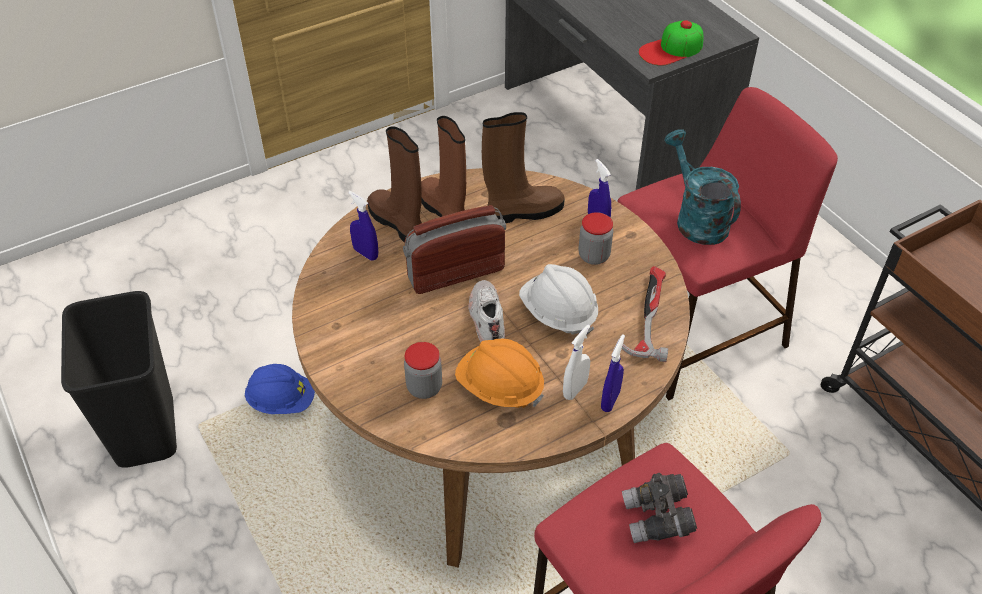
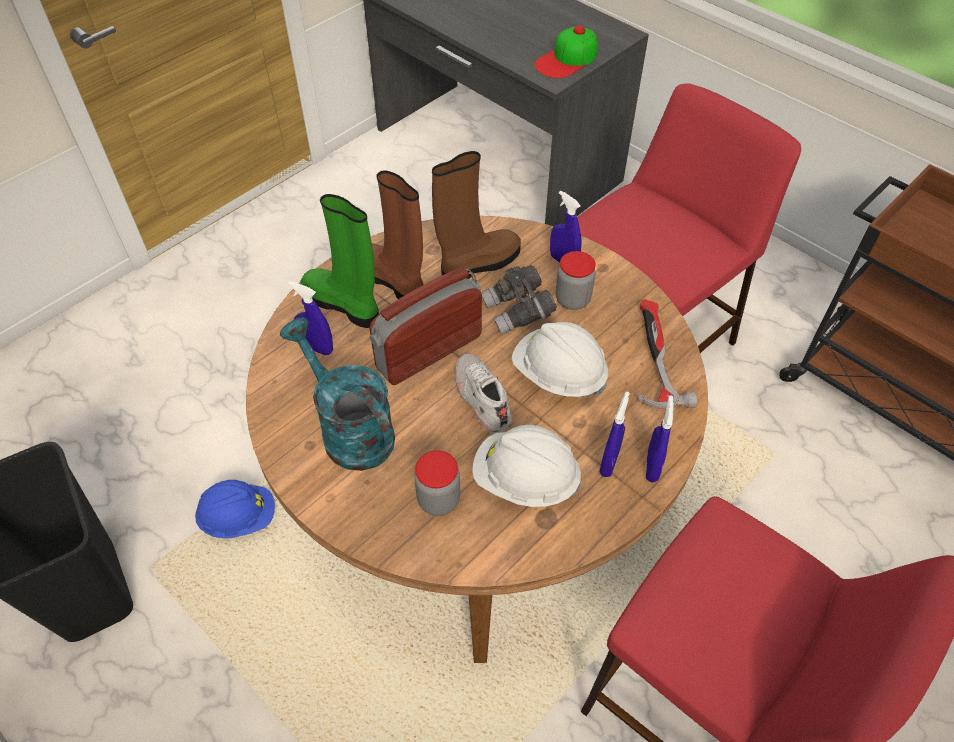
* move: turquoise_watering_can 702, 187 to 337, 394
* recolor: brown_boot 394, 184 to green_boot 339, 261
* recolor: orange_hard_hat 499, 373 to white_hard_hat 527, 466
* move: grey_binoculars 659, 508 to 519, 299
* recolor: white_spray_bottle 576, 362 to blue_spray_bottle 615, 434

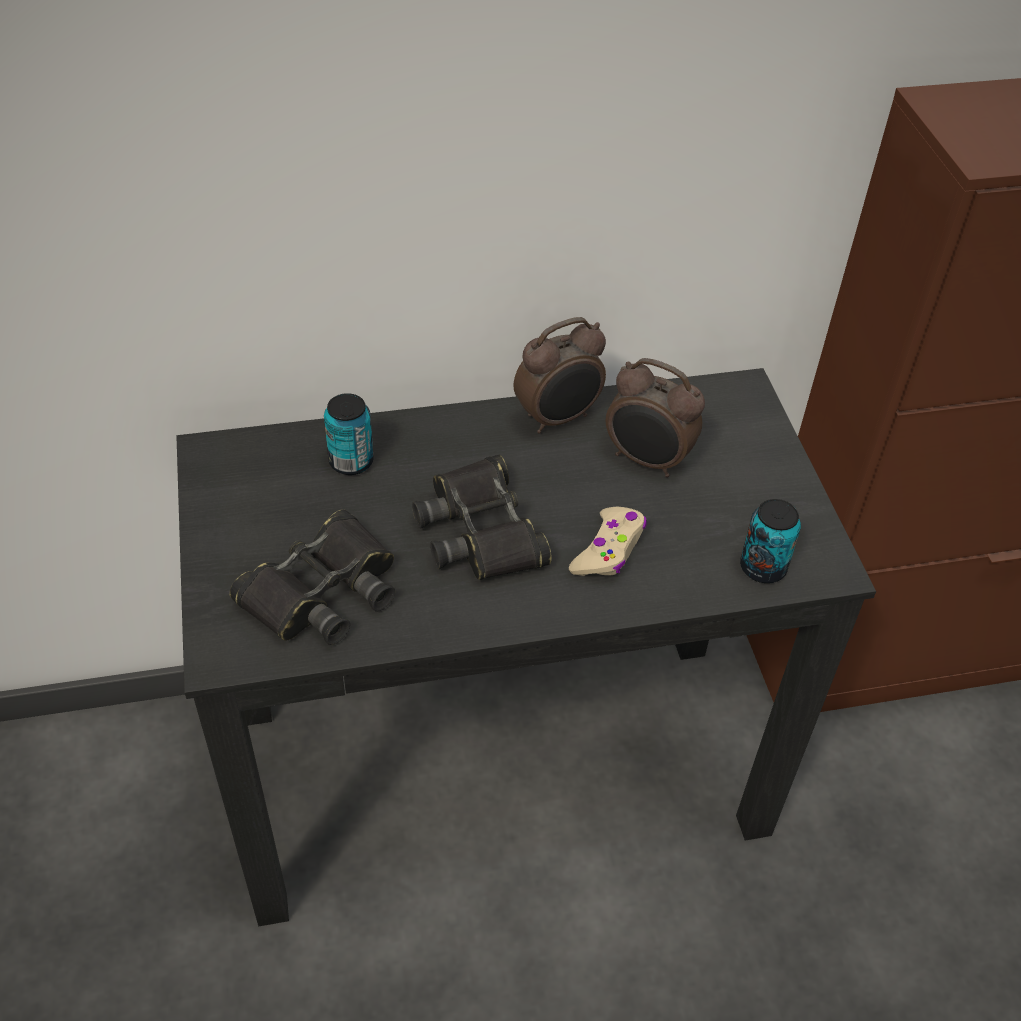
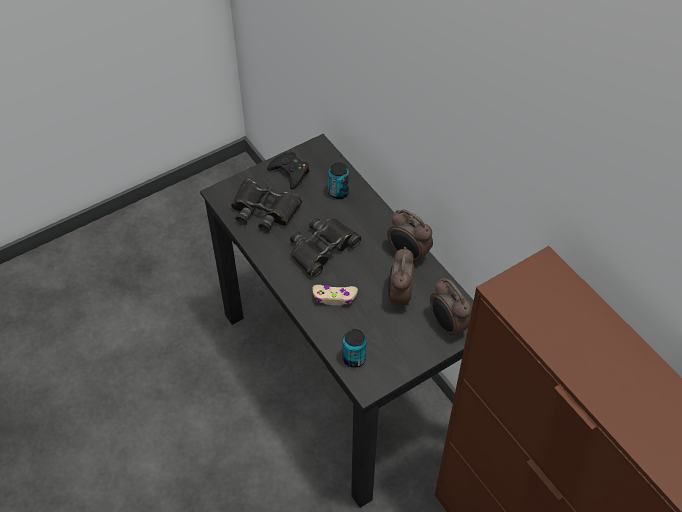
* insert: black_game_controller 288, 171
* insert: alarm_clock 451, 308

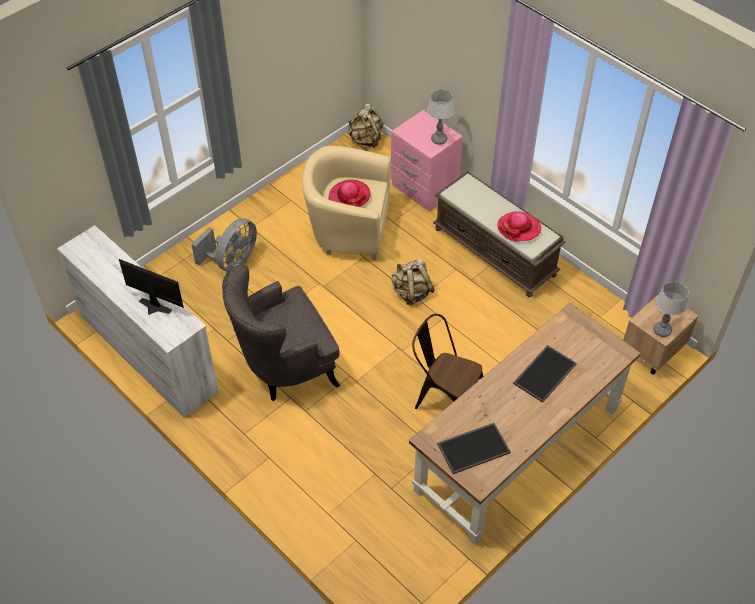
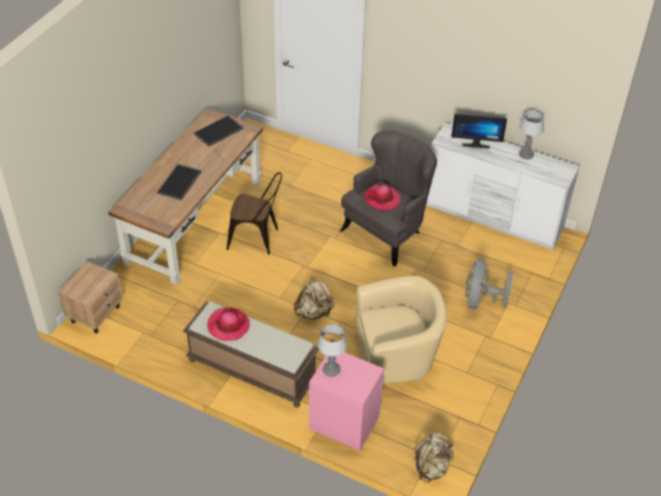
* move: hat 349, 193 to 382, 197
* move: table_lamp 670, 309 to 531, 134

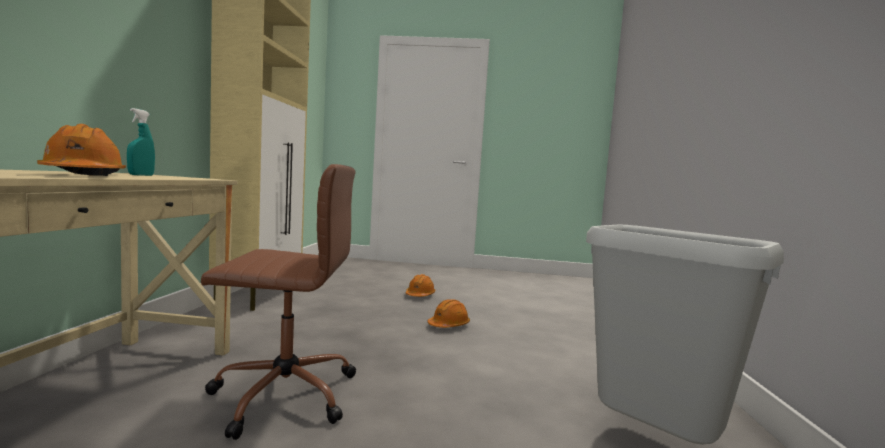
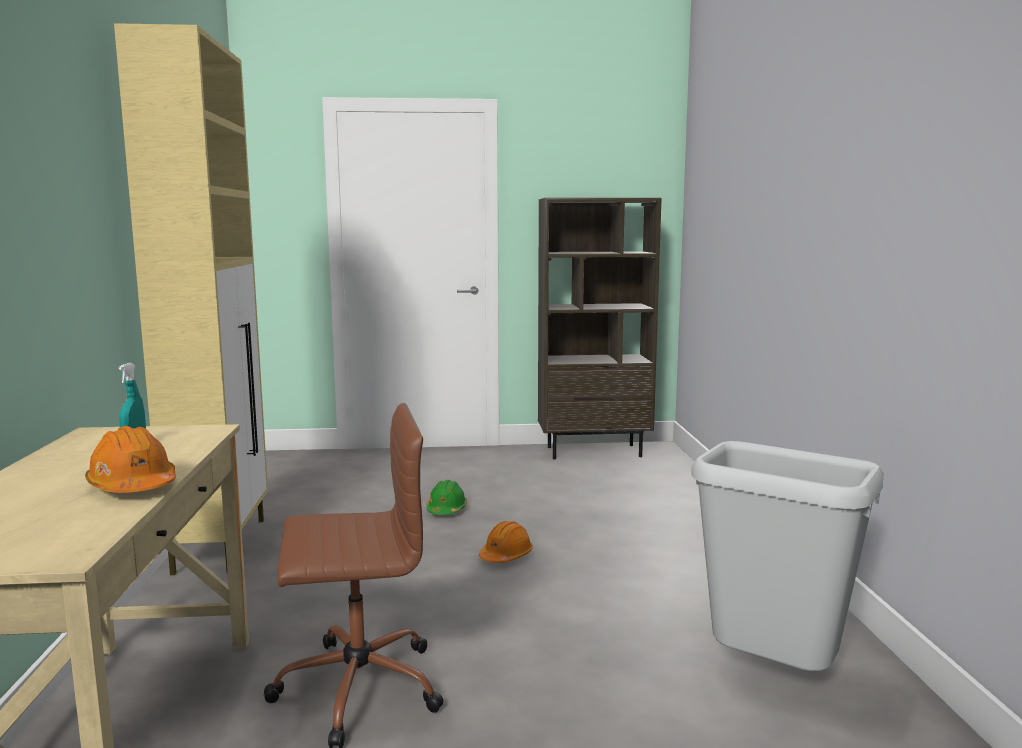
* recolor: orange_hard_hat 420, 285 to green_hard_hat 447, 497
* insert: brown_bookcase 600, 328

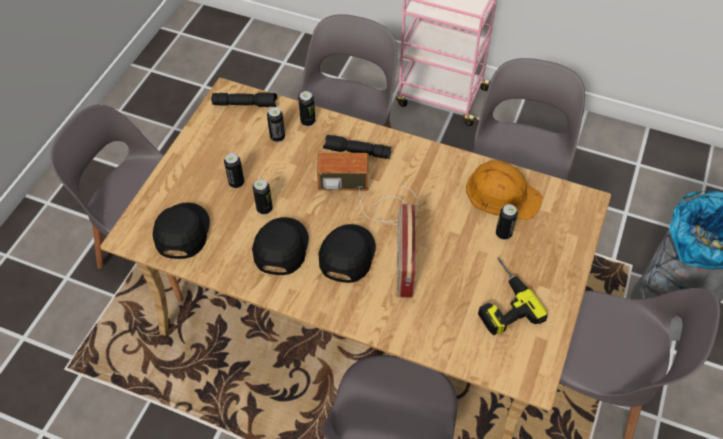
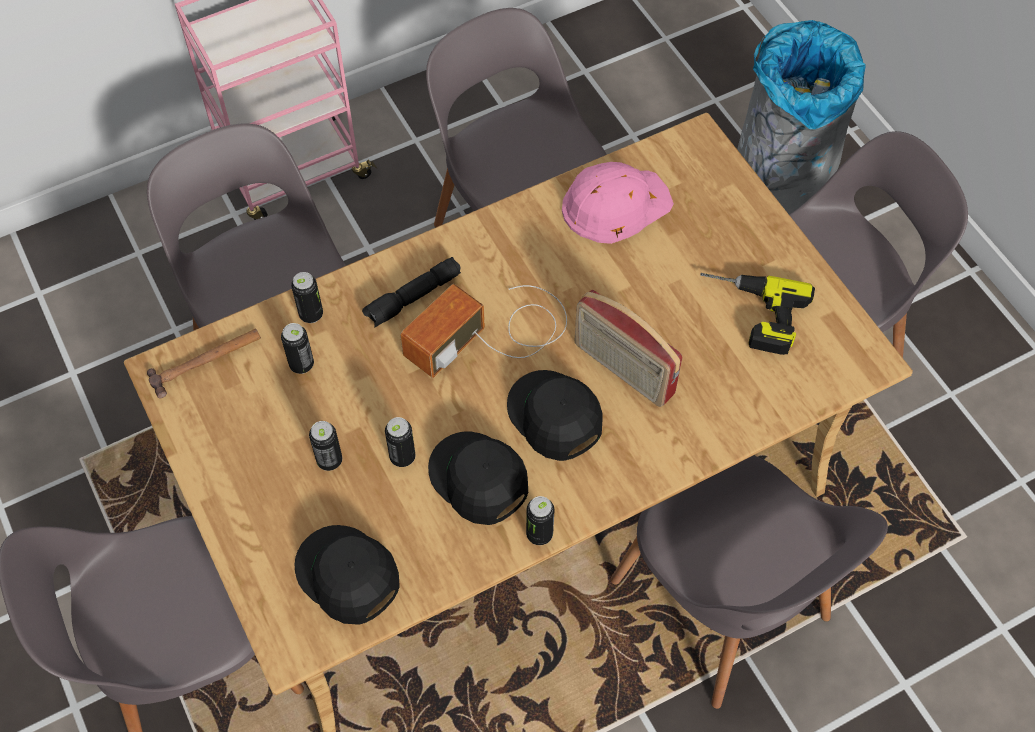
* replace: black_flashlight 244, 99 to hammer 204, 363
* move: can 507, 222 to 540, 520
* recolor: orange_hard_hat 504, 190 to pink_hard_hat 618, 203

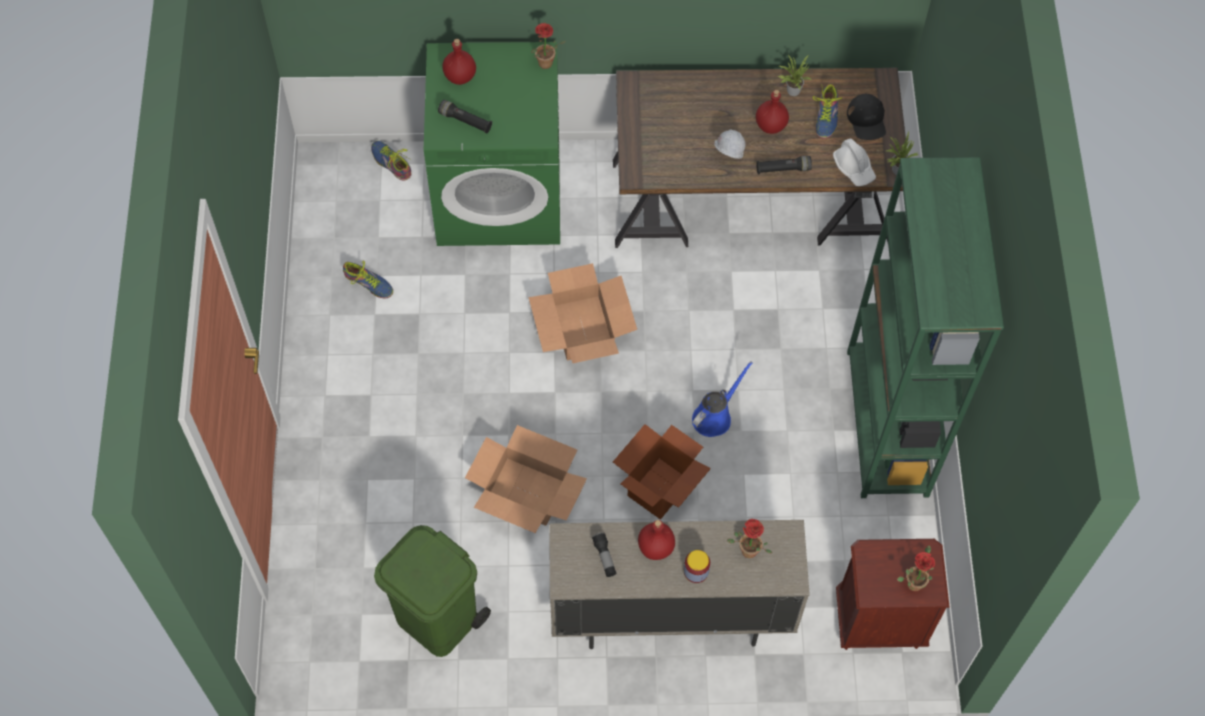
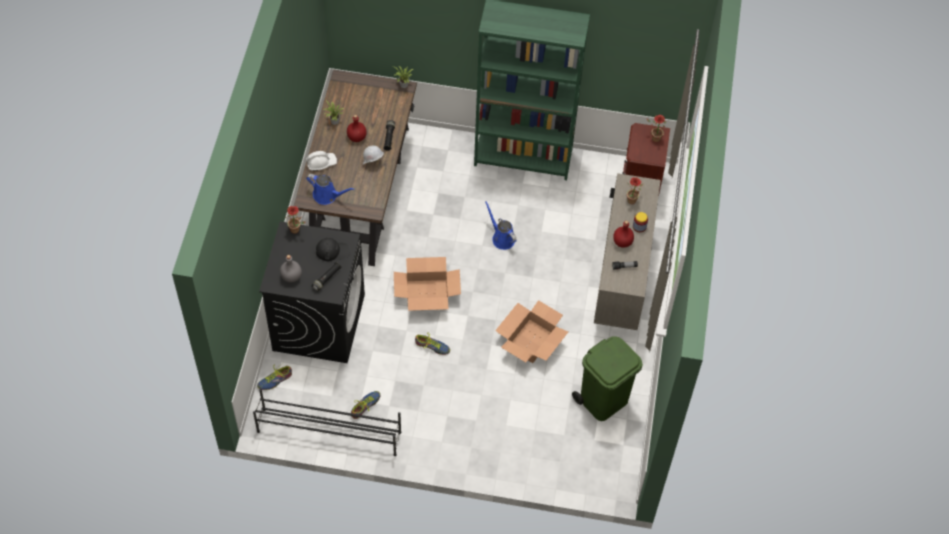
* insert: black_shoe_rack 327, 422
* recolor: green_washing_machine 492, 144 to black_washing_machine 312, 292
* recolor: red_bottle 459, 62 to grey_bottle 291, 269
* move: white_hard_hat 854, 162 to 321, 161
* insert: blue_watering_can 330, 189
* move: black_cap 866, 117 to 333, 249
* move: shoe 827, 111 to 432, 343
* delete: cardboard_box 662, 471

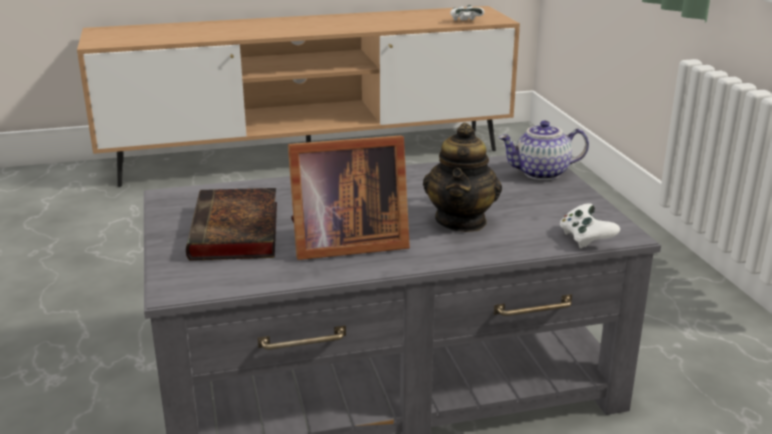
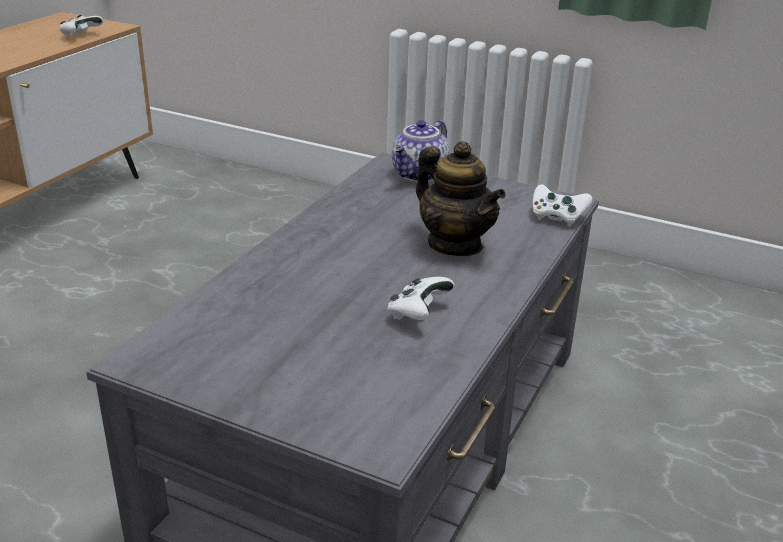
* replace: picture_frame 349, 197 to white_game_controller 421, 298
* delete: book 231, 224

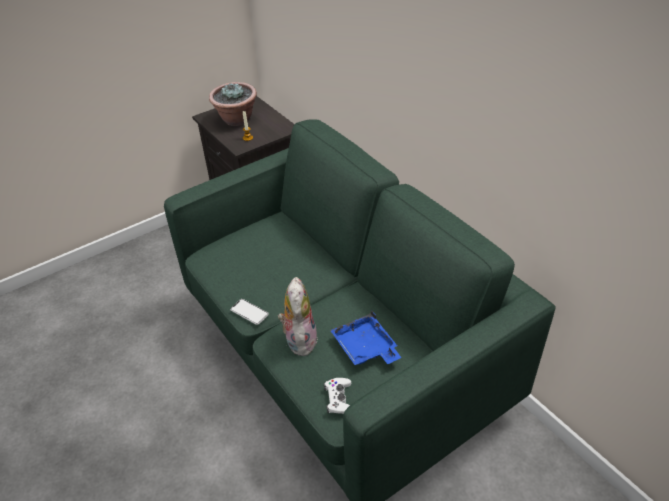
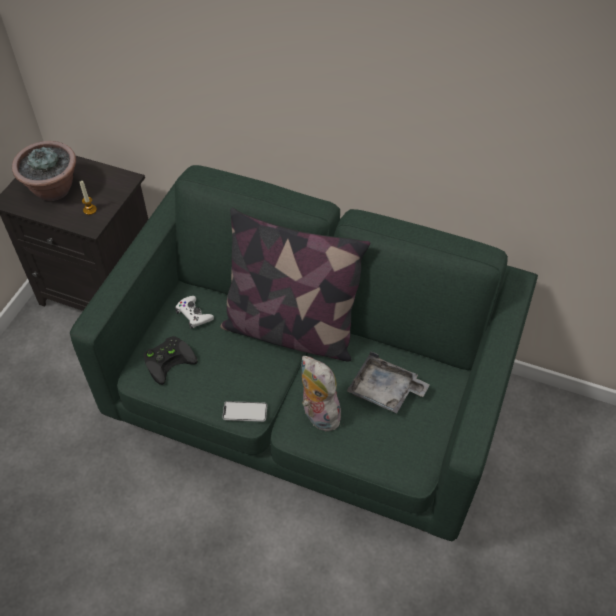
* insert: black_game_controller 171, 360
* move: white_game_controller 337, 396 to 194, 312
* insert: pillow 295, 285
* recolor: blue_tray 366, 338 to grey_tray 388, 382

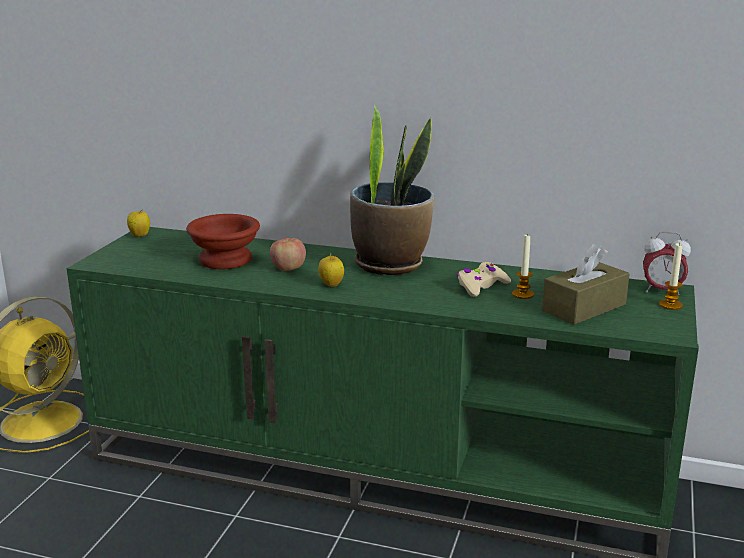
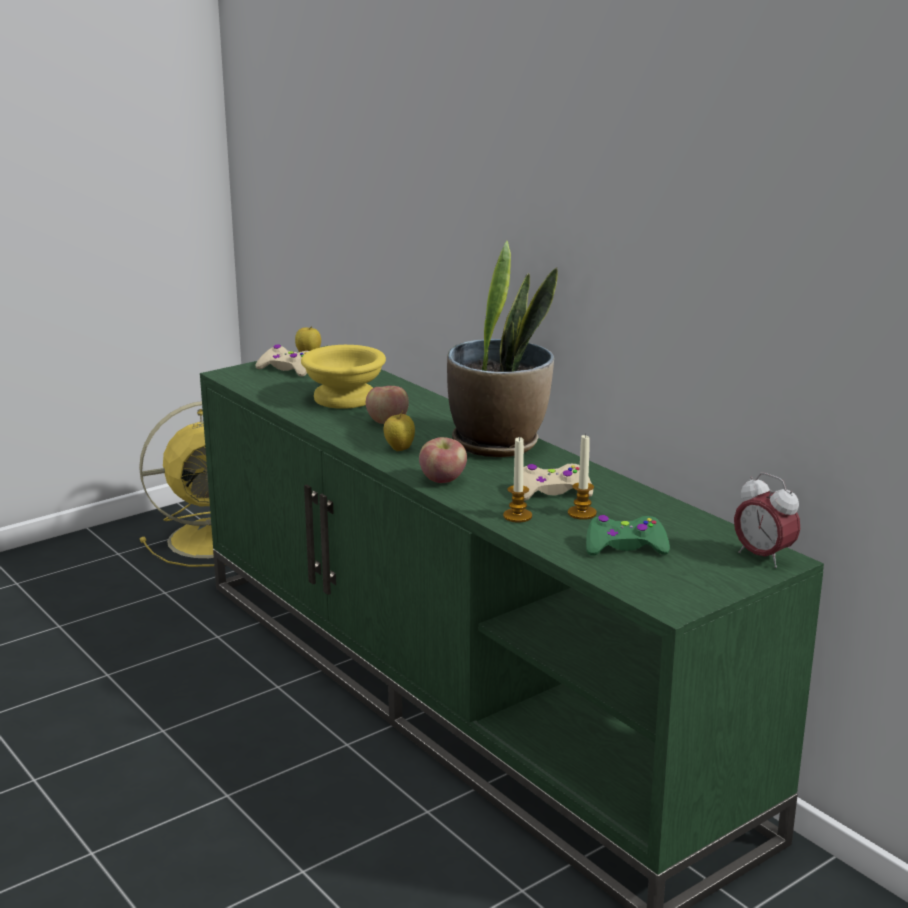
* insert: beige_game_controller 282, 360
* recolor: brown_bowl 223, 241 to yellow_bowl 343, 377
* insert: apple 443, 460
* move: candle 671, 276 to 517, 479
* replace: brown_tissue_box 585, 284 to green_game_controller 628, 535

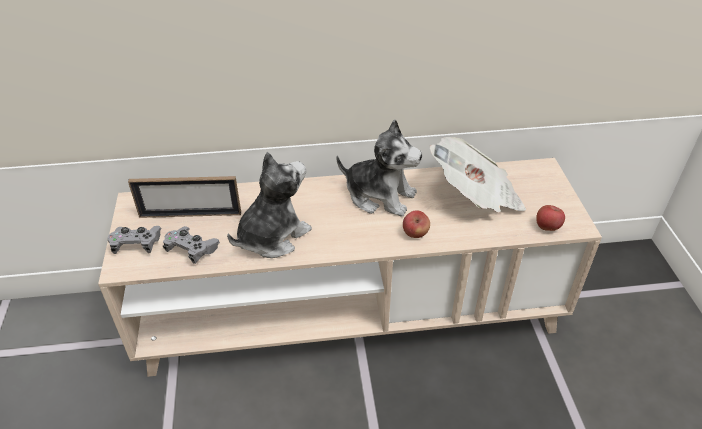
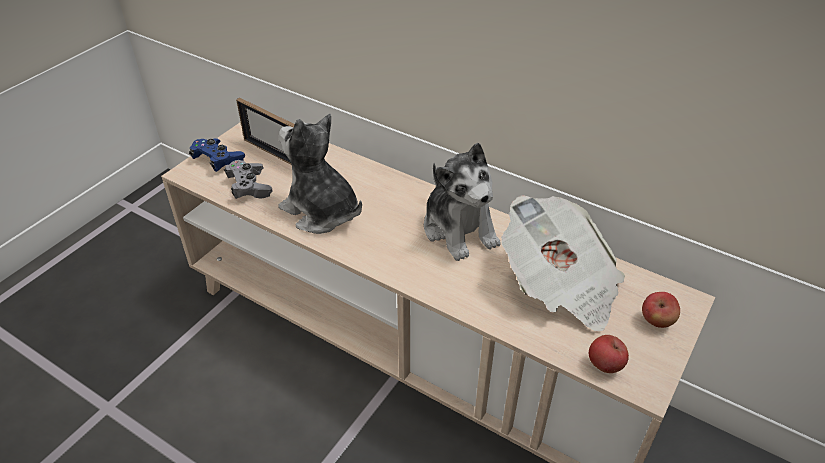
* recolor: grey_game_controller 134, 240 to blue_game_controller 217, 155
* rotate: plush_toy 269, 205 = 320, 174 135 degrees counterclockwise
* move: apple 416, 224 to 661, 310

